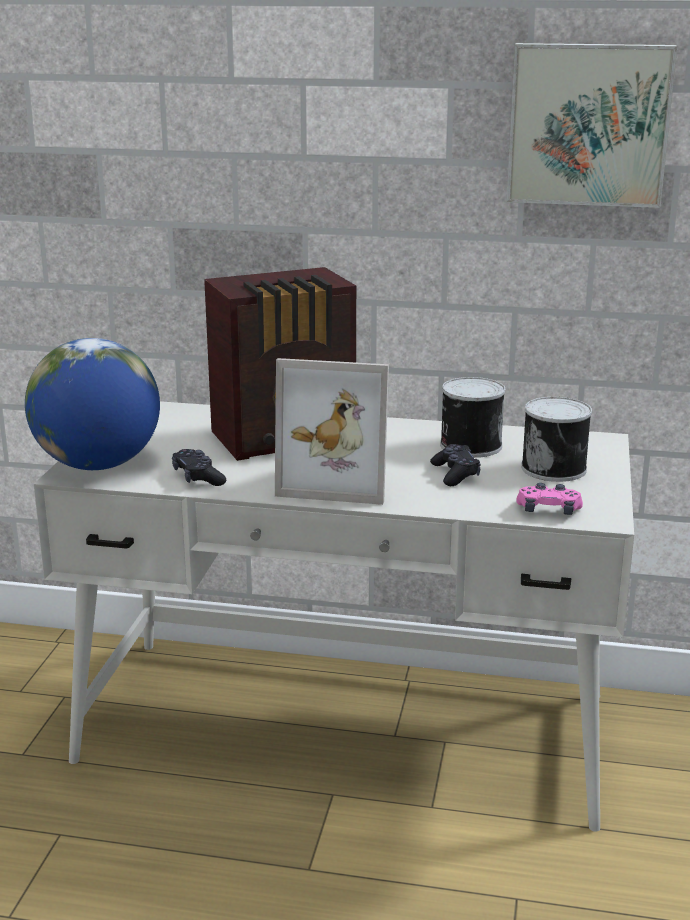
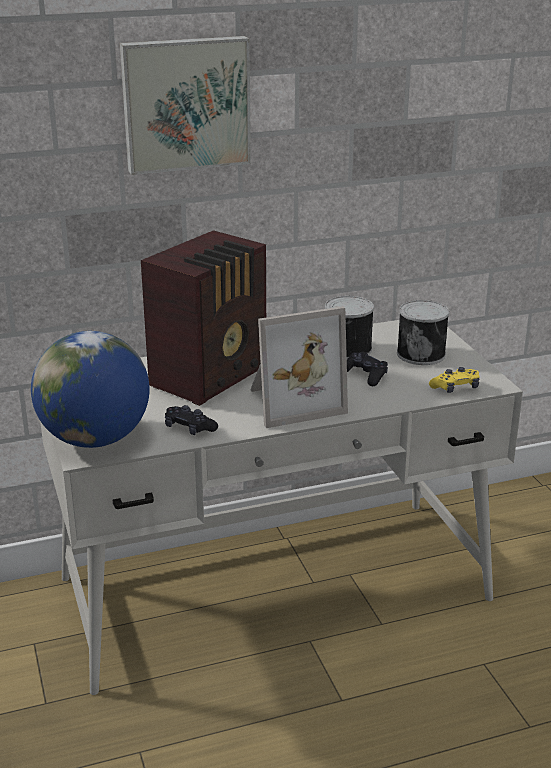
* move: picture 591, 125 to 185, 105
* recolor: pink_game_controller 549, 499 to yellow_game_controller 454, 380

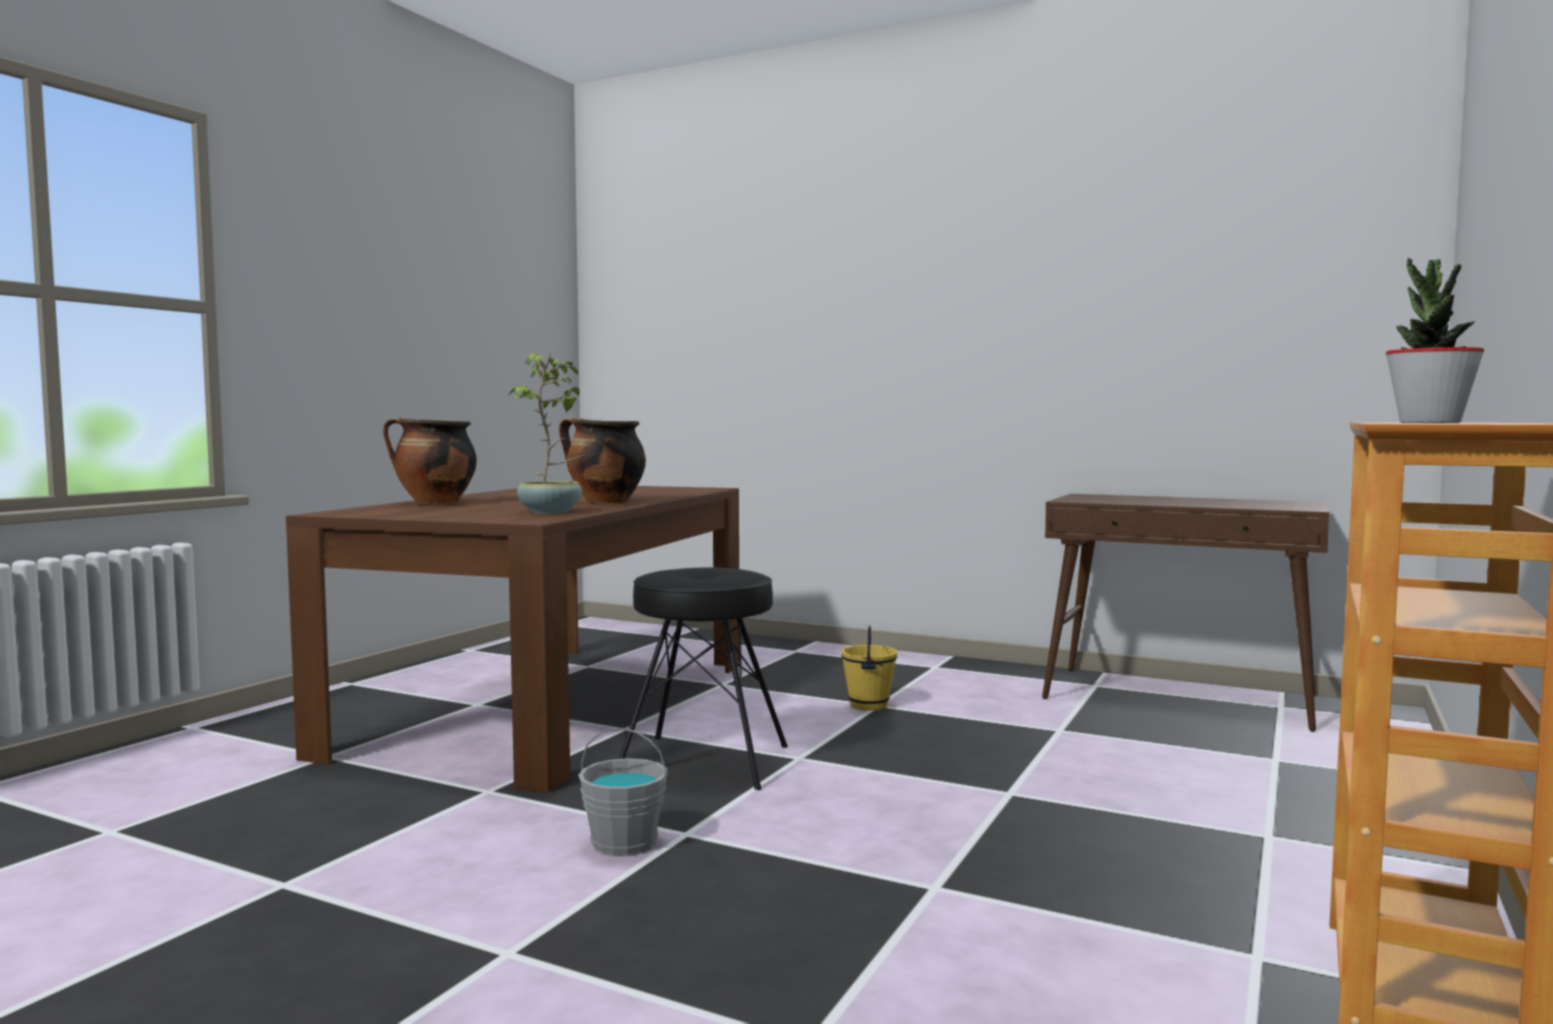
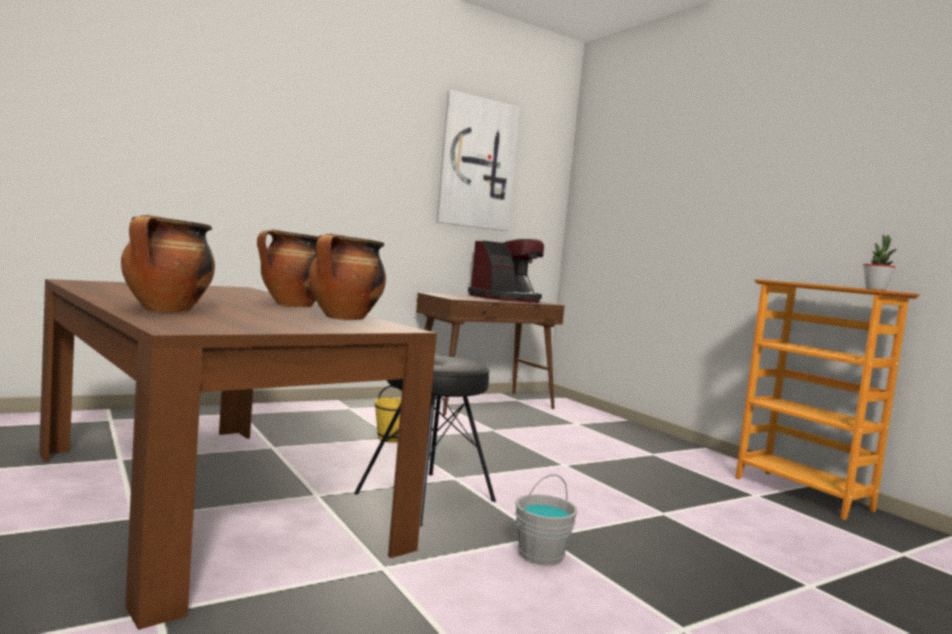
* replace: potted_plant 547, 433 to cooking_pot 347, 277
* insert: picture 478, 160
* insert: coffee_machine 506, 271

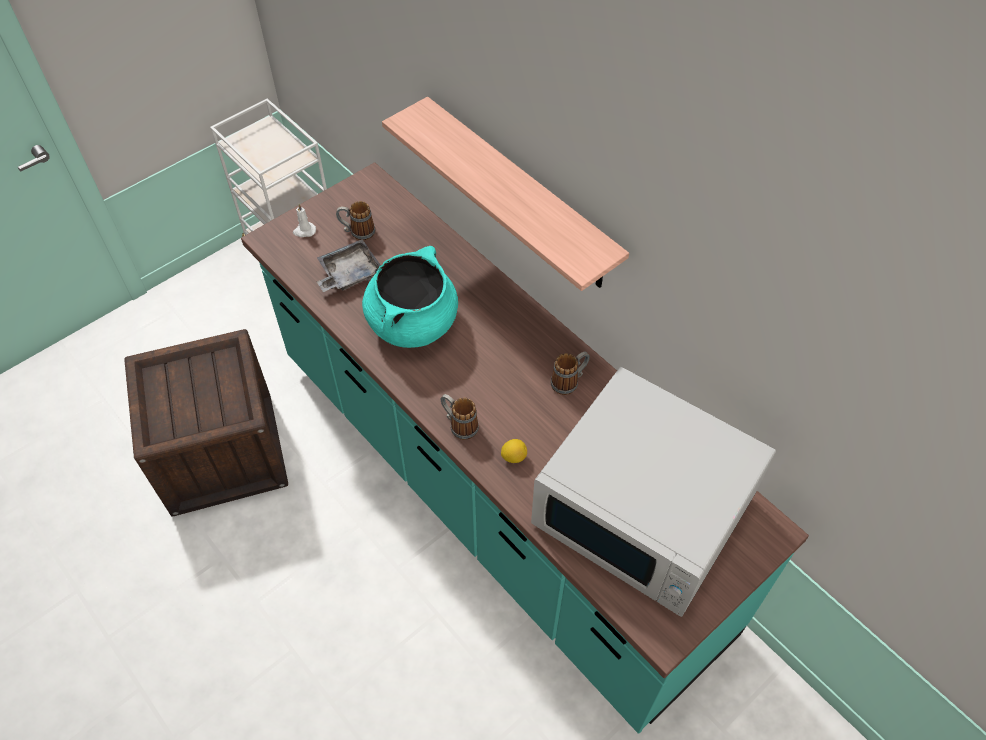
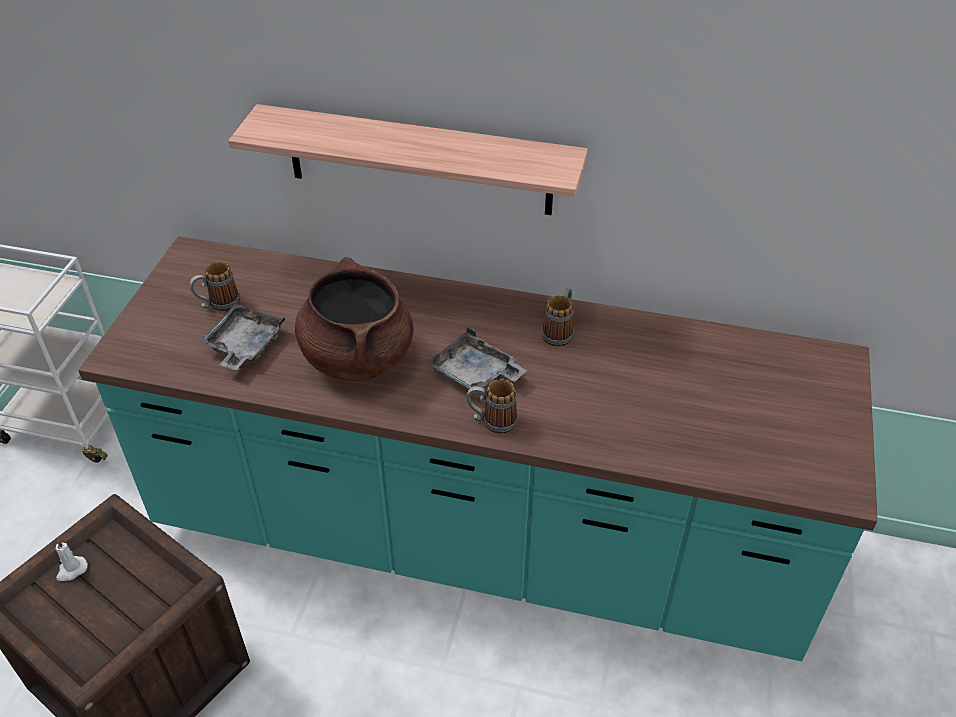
* move: white_candle 304, 220 to 71, 560
* recolor: turquoise_cooking_pot 410, 297 to brown_cooking_pot 354, 319
* insert: grey_tray 477, 360
* delete: lemon 514, 451
* delete: white_microwave 653, 492

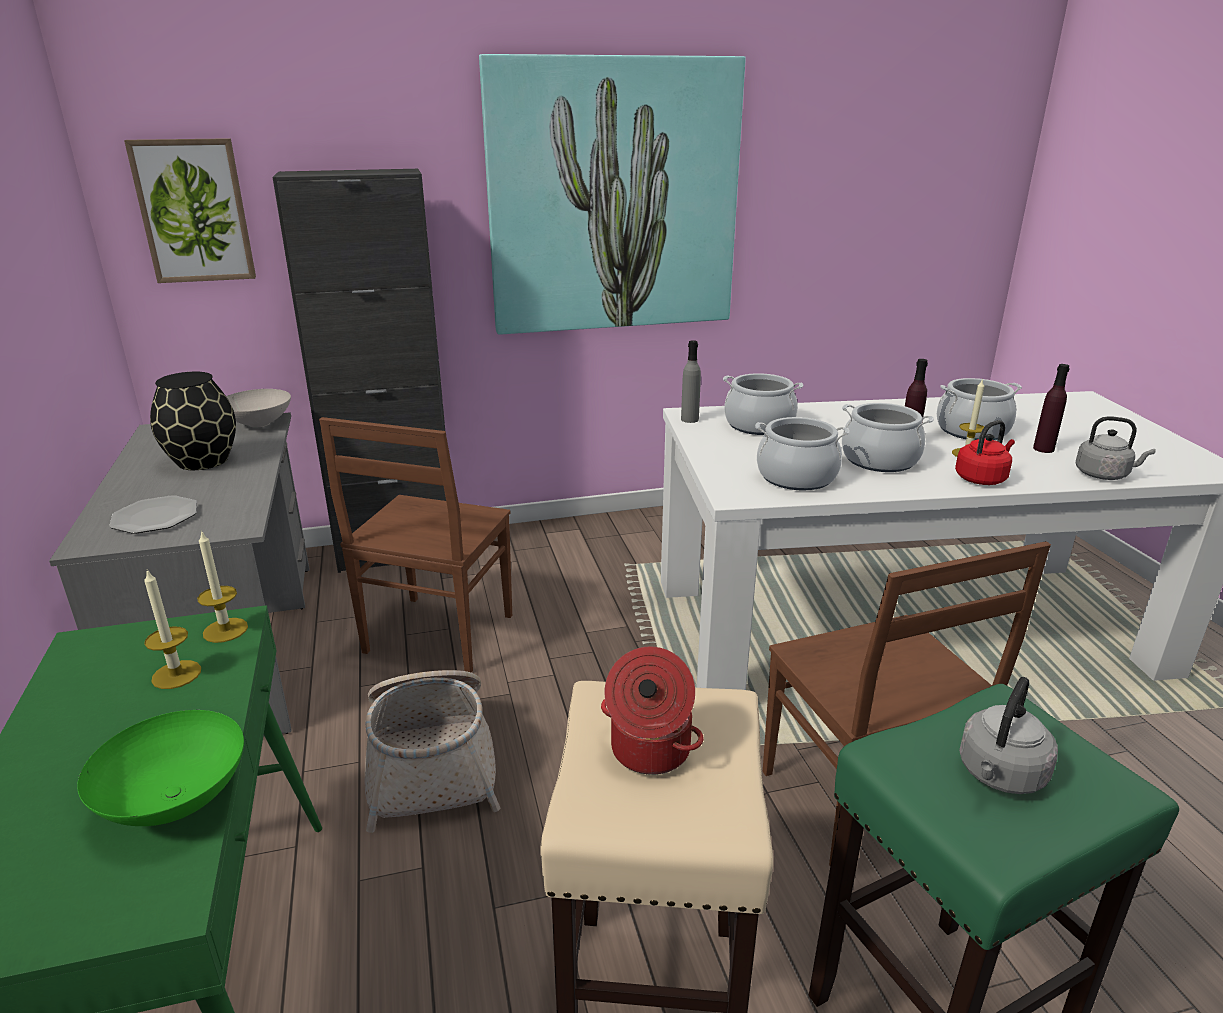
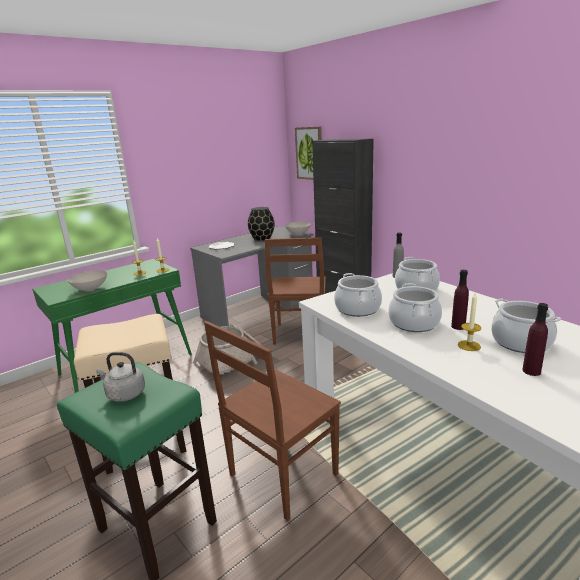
* recolor: green_bowl 160, 768 to white_bowl 87, 280
* rotate: brown_chair 415, 545 = 295, 291 75 degrees counterclockwise
* delete: picture 612, 194
* delete: cooking_pot 652, 710
* delete: red_kettle 985, 452
* delete: grey_kettle 1116, 448

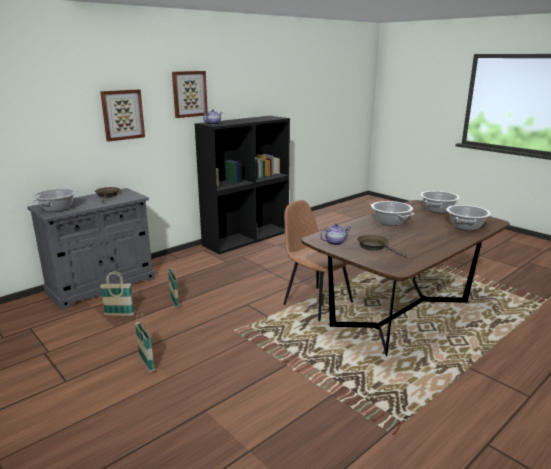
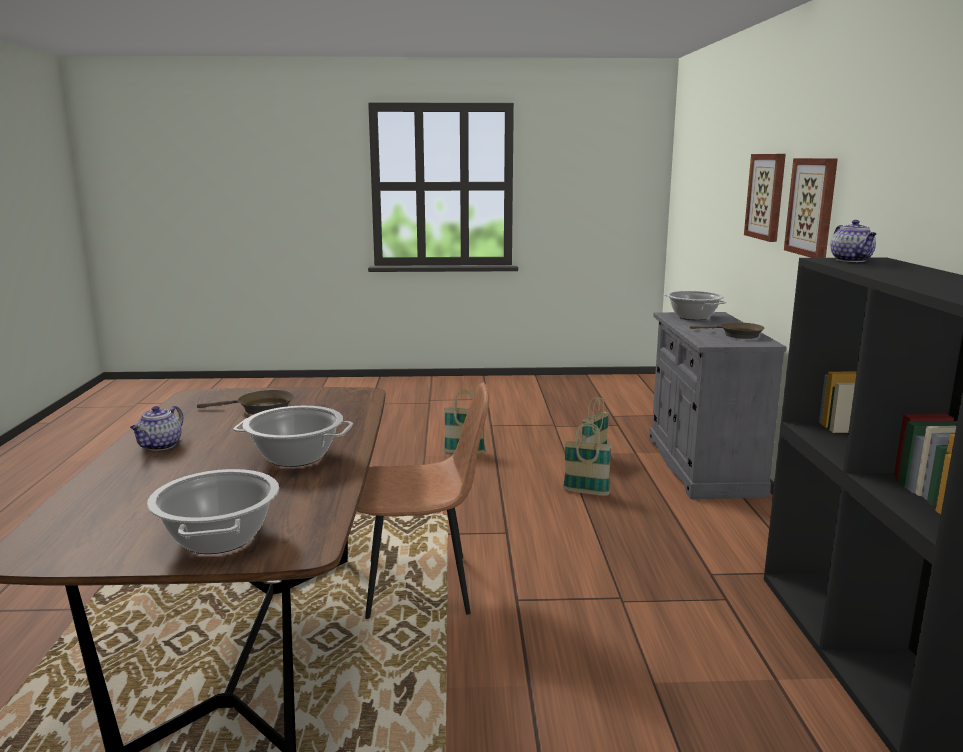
* move: teapot 335, 234 to 156, 428
* move: picture 190, 94 to 765, 198
* delete: cooking_pot 468, 218

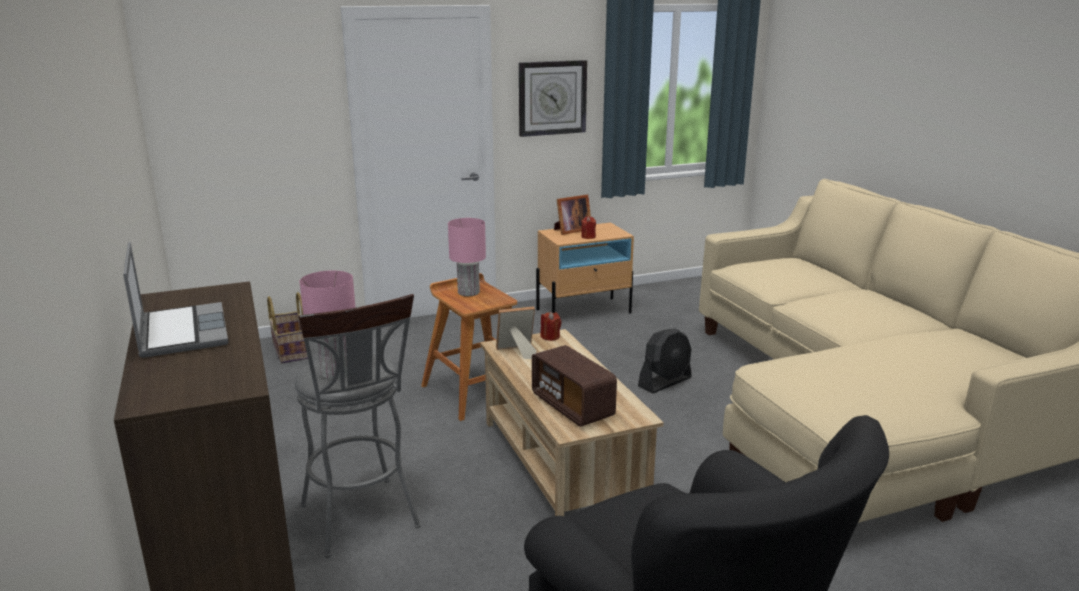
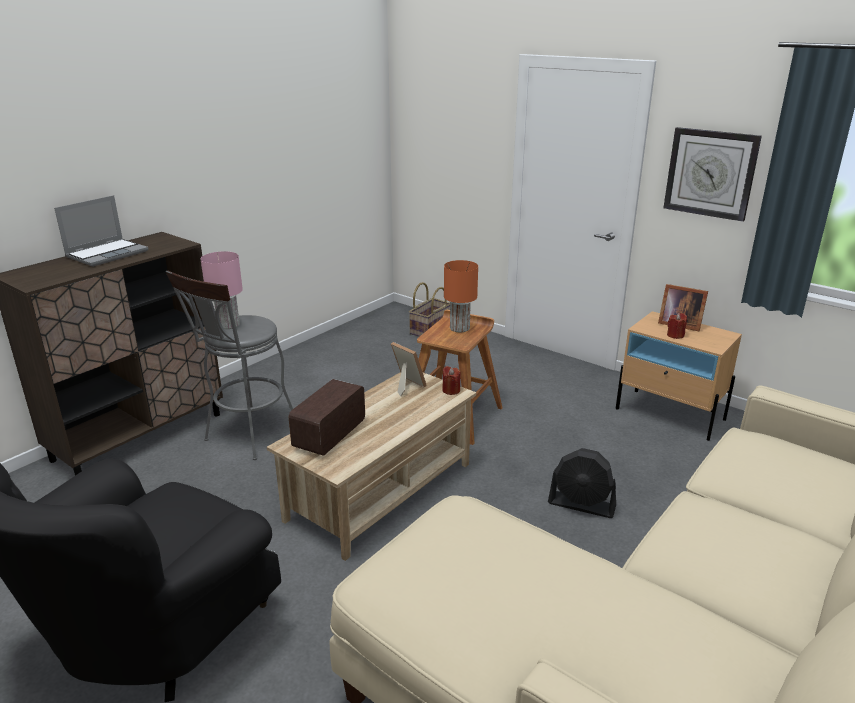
* recolor: pink_table_lamp 467, 257 to orange_table_lamp 461, 296

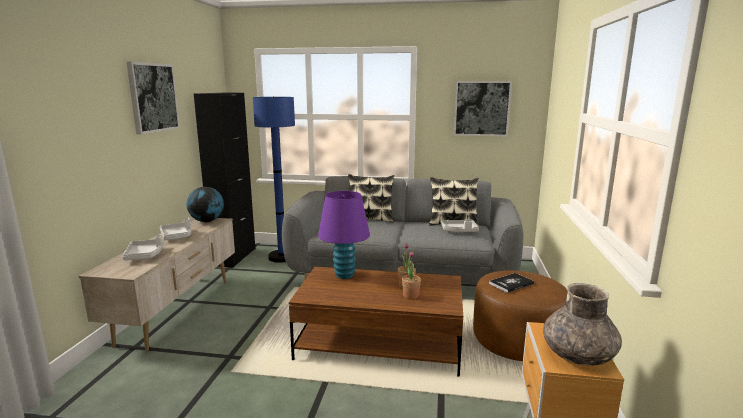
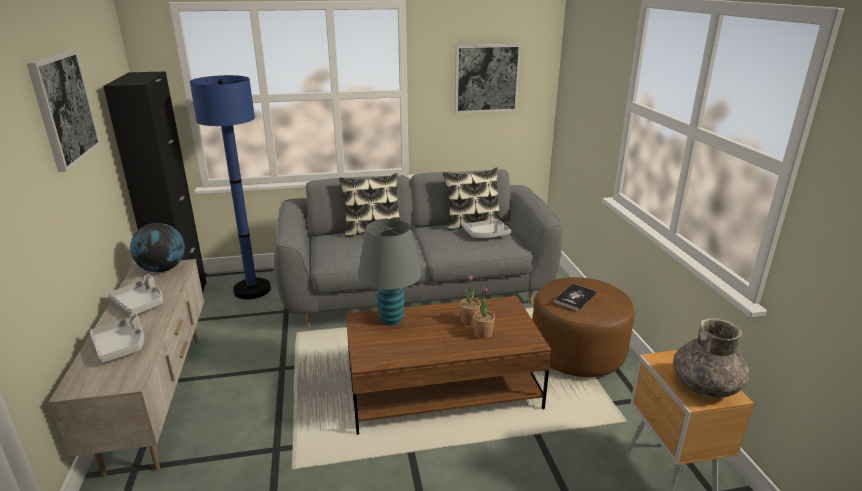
* recolor: purple_table_lamp 344, 235 to grey_table_lamp 390, 272

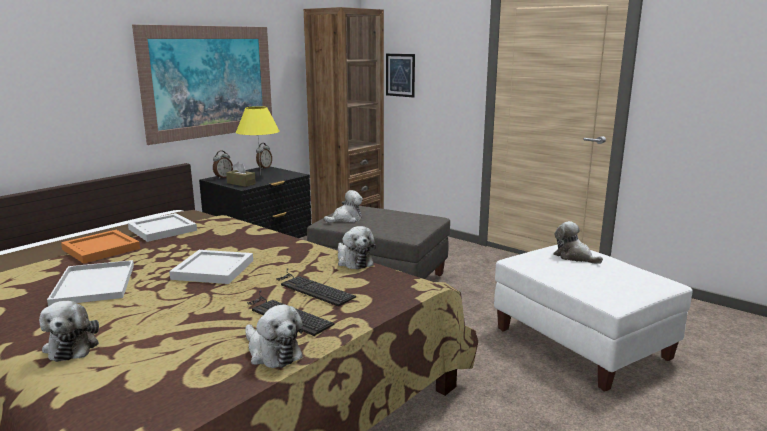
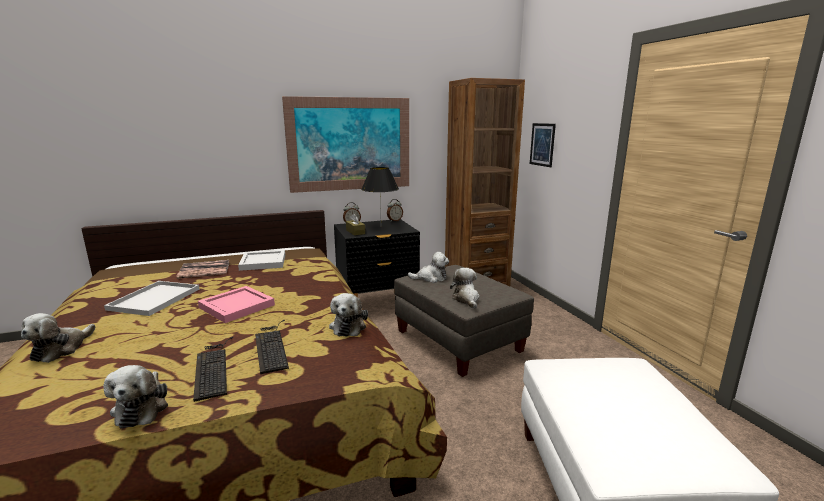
* replace: orange_tray 100, 247 to book 203, 269
* recolor: white_tray 211, 267 to pink_tray 236, 304
* recolor: yellow_table_lamp 258, 141 to black_table_lamp 380, 190
* move: plush_toy 578, 242 to 465, 288

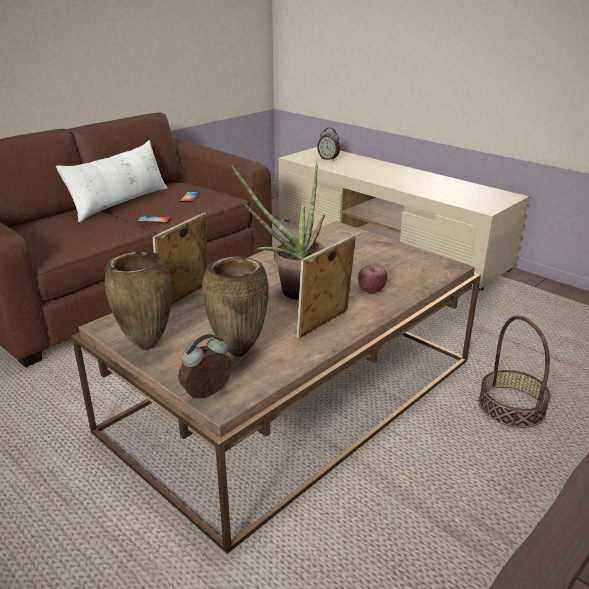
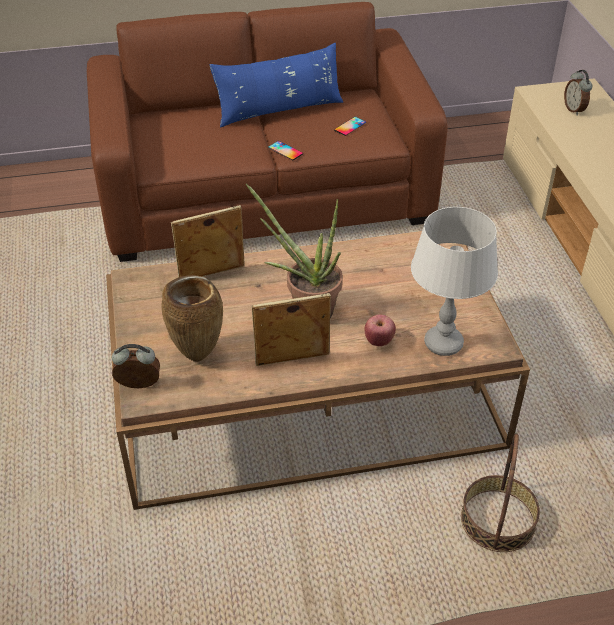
* recolor: white_pillow 112, 181 to blue_pillow 276, 85
* insert: grey_table_lamp 454, 281
* delete: brown_vase 138, 300

